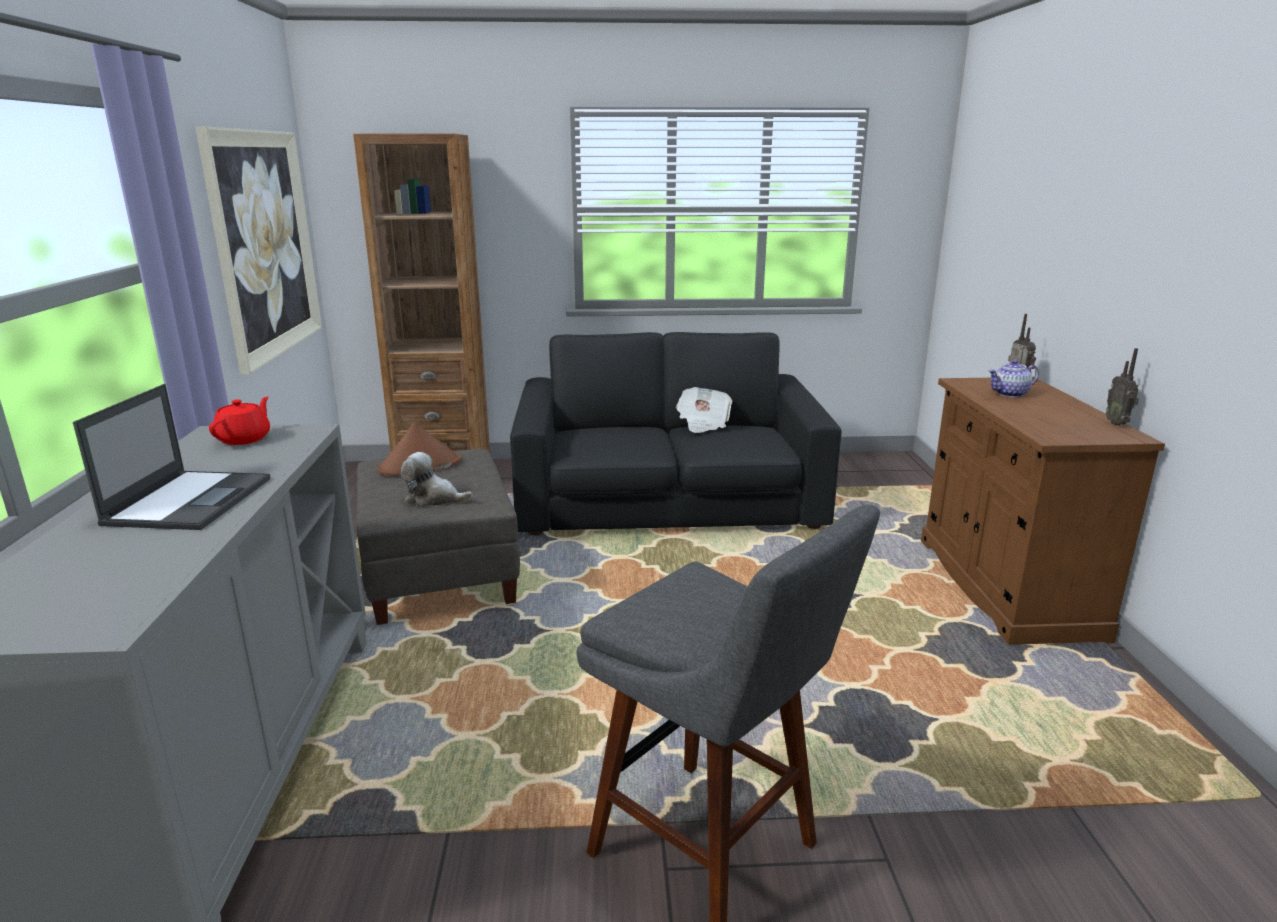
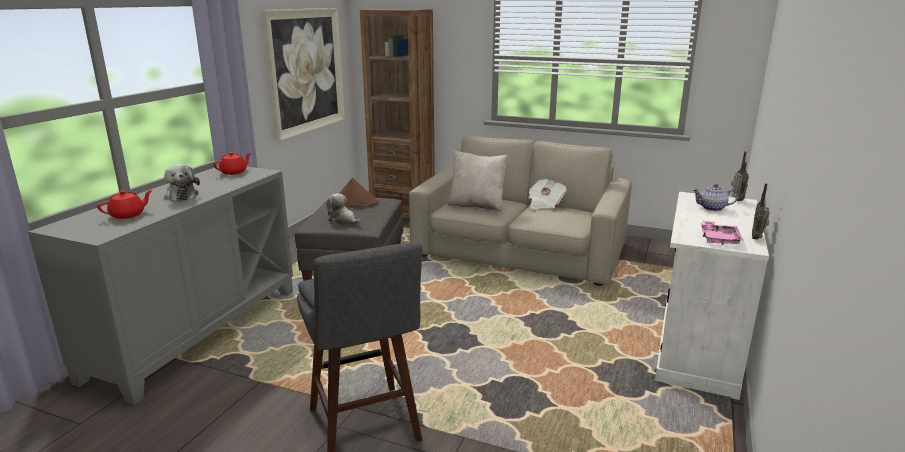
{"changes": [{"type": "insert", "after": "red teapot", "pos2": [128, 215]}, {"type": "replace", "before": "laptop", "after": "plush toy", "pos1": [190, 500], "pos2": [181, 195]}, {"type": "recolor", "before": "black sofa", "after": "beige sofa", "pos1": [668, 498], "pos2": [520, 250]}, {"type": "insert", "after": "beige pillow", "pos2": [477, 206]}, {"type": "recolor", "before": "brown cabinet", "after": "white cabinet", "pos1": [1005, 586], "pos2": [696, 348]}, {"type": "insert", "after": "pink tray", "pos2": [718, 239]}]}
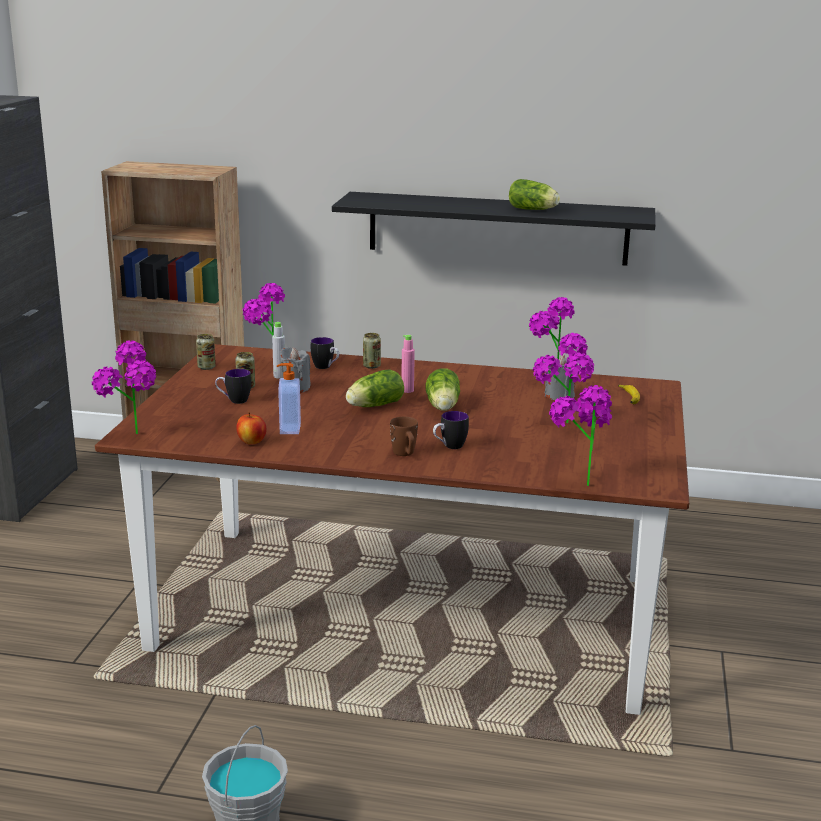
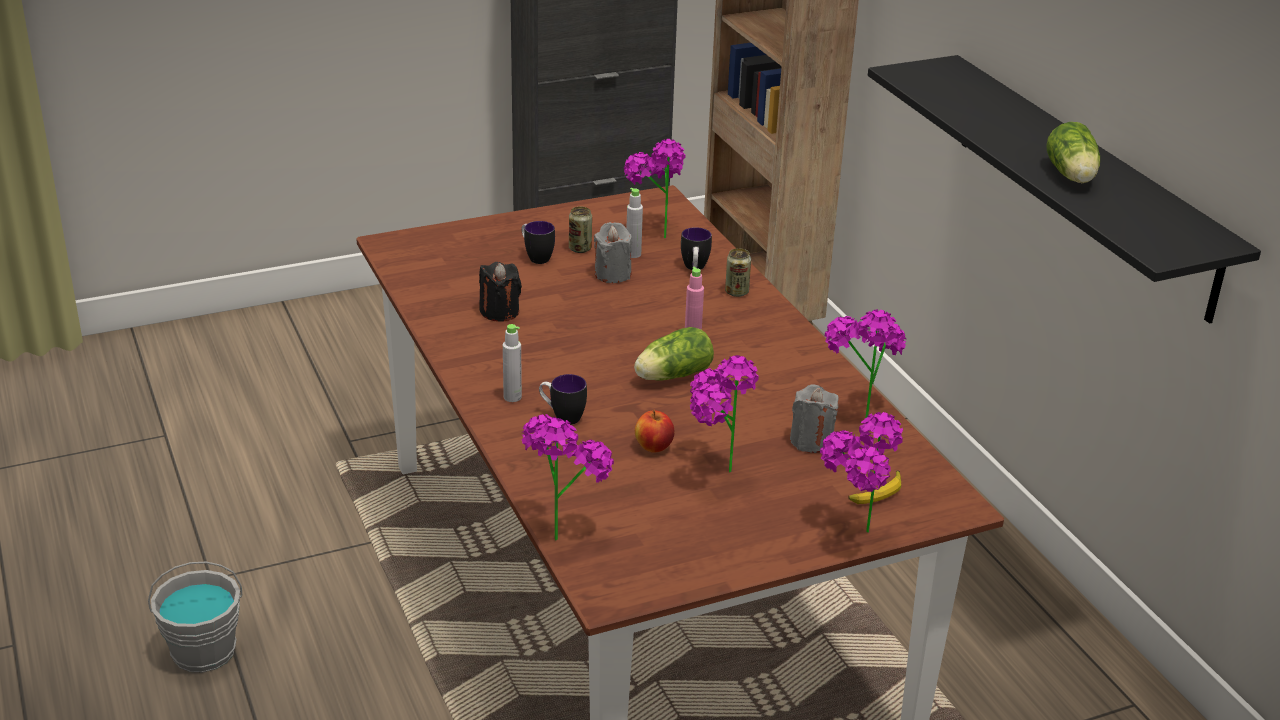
{"changes": [{"type": "replace", "before": "soap dispenser", "after": "black candle", "pos1": [289, 429], "pos2": [499, 312]}, {"type": "replace", "before": "brown mug", "after": "grey bottle", "pos1": [405, 454], "pos2": [512, 397]}, {"type": "move", "before": "apple", "pos1": [252, 442], "pos2": [653, 447]}, {"type": "move", "before": "potted plant", "pos1": [132, 438], "pos2": [853, 536]}, {"type": "delete", "before": "can", "pos1": [206, 367]}, {"type": "delete", "before": "lettuce", "pos1": [373, 406]}]}
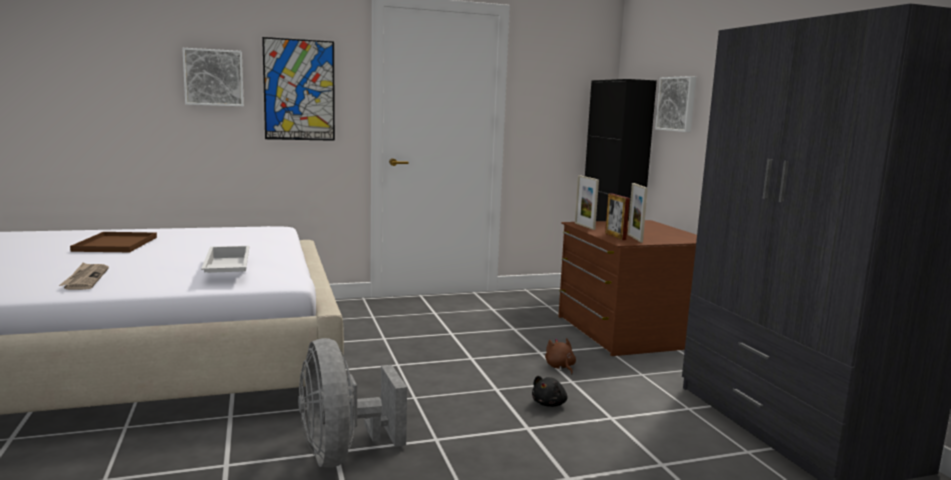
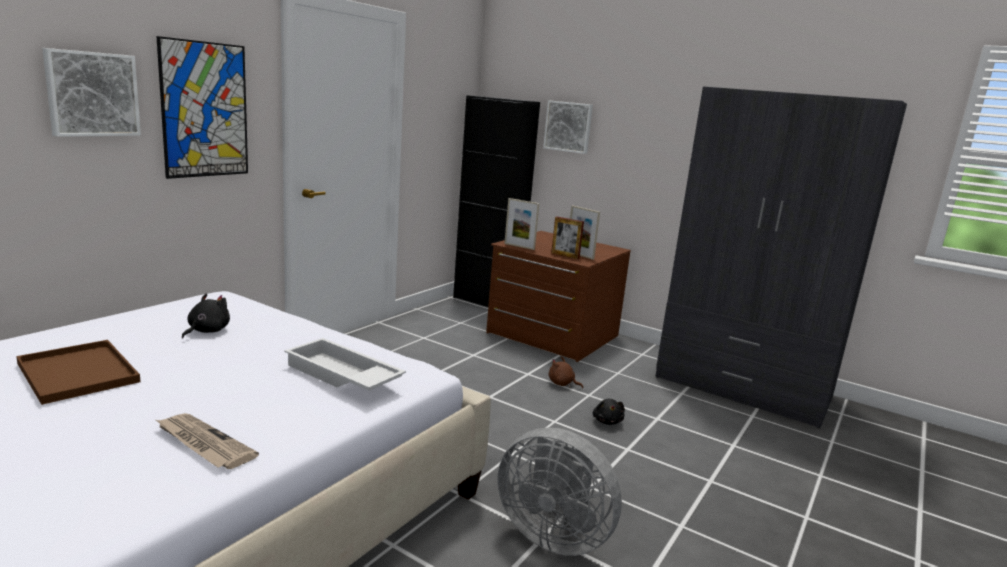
{"changes": [{"type": "insert", "after": "black plush toy", "pos2": [206, 331]}]}
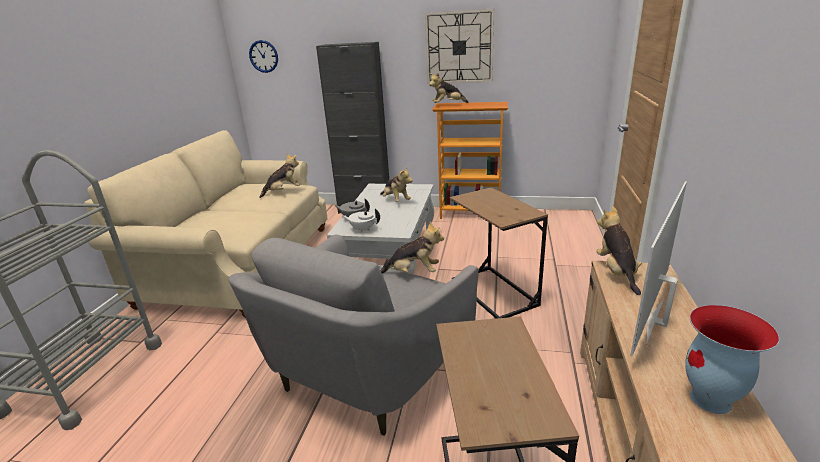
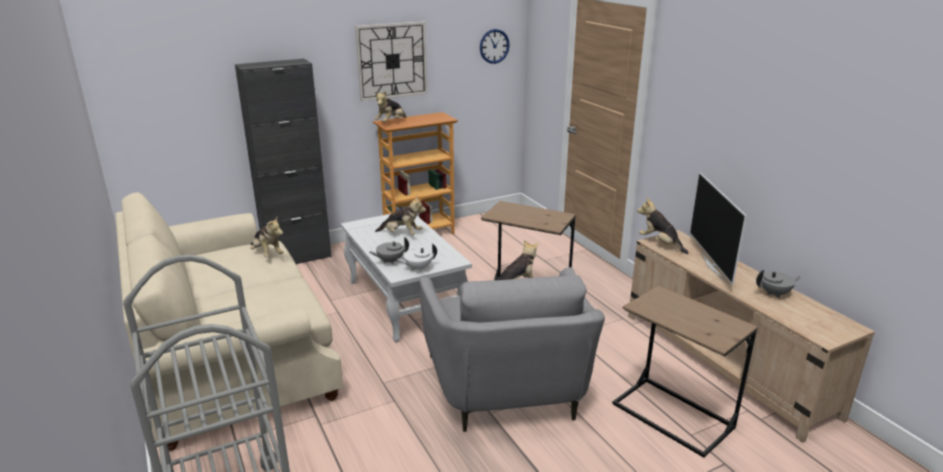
{"changes": [{"type": "rotate", "before": "plush toy", "pos1": [283, 191], "pos2": [267, 254], "turn": 120}, {"type": "move", "before": "wall clock", "pos1": [263, 56], "pos2": [494, 46]}, {"type": "replace", "before": "vase", "after": "grey teapot", "pos1": [711, 400], "pos2": [774, 294]}]}
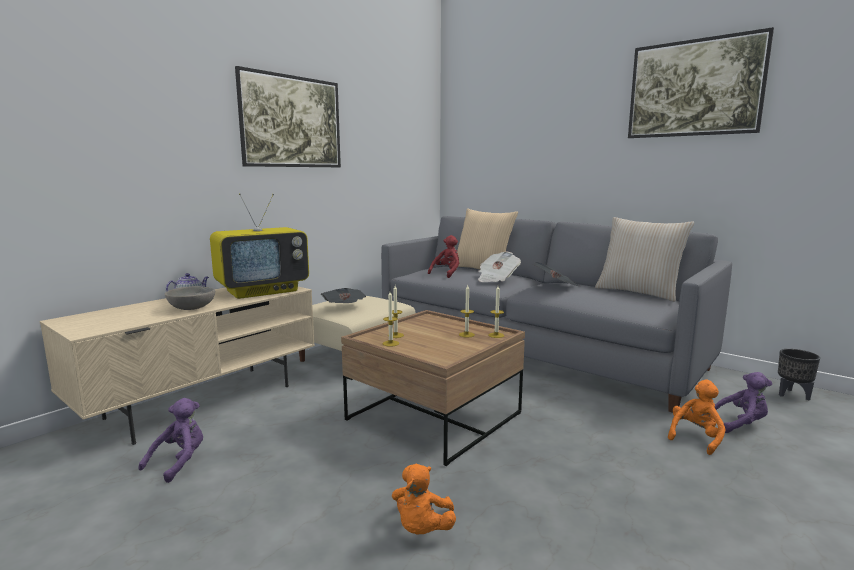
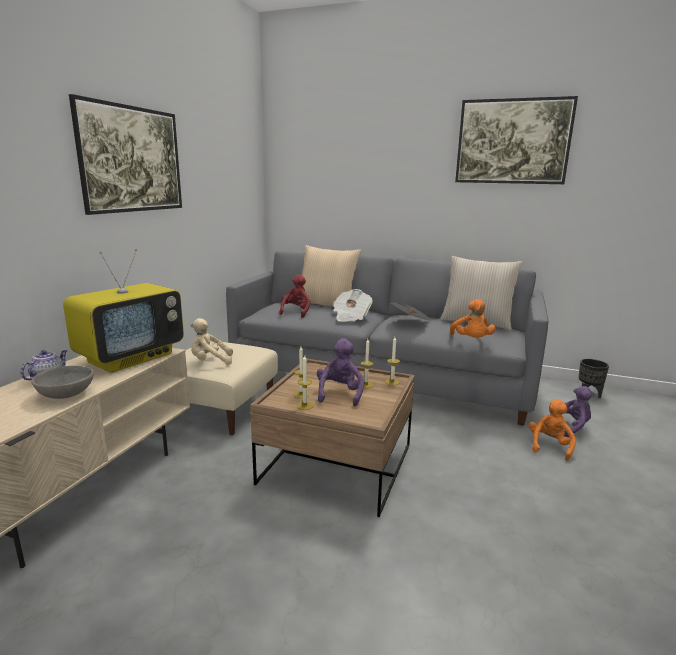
{"changes": [{"type": "replace", "before": "newspaper", "after": "beige plush toy", "pos1": [344, 308], "pos2": [210, 361]}, {"type": "move", "before": "purple plush toy", "pos1": [179, 462], "pos2": [339, 394]}, {"type": "move", "before": "orange plush toy", "pos1": [422, 529], "pos2": [471, 340]}]}
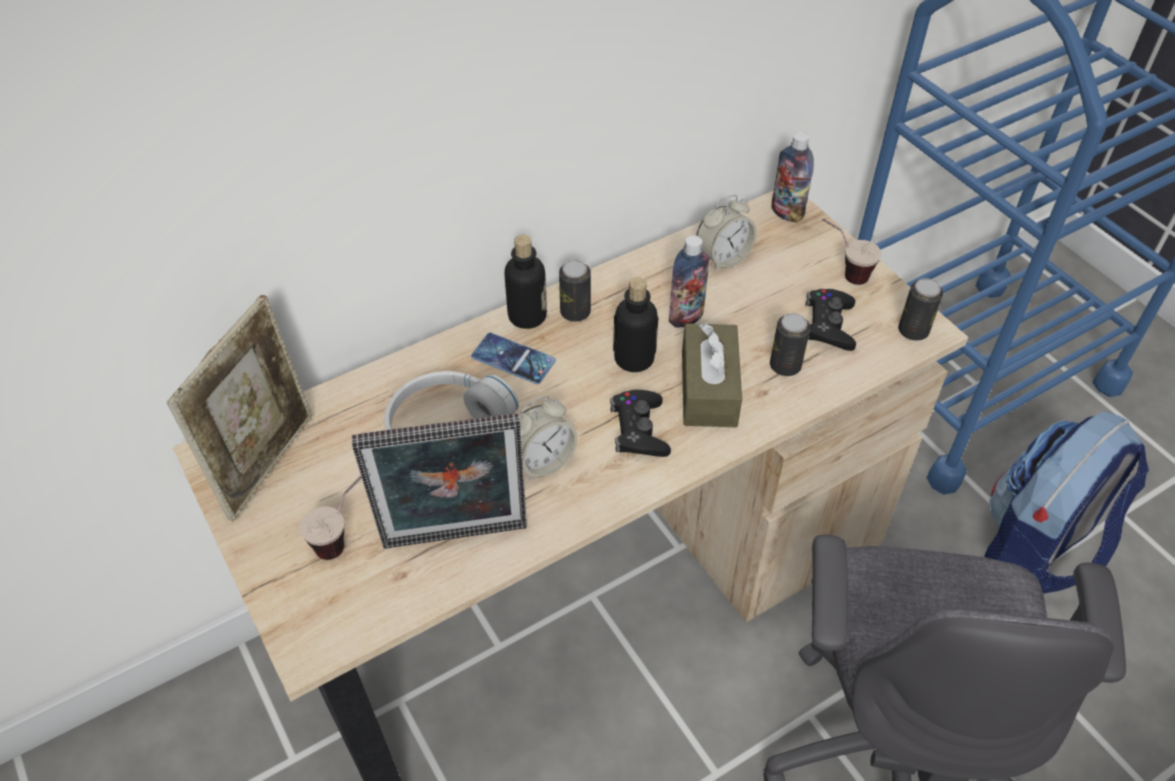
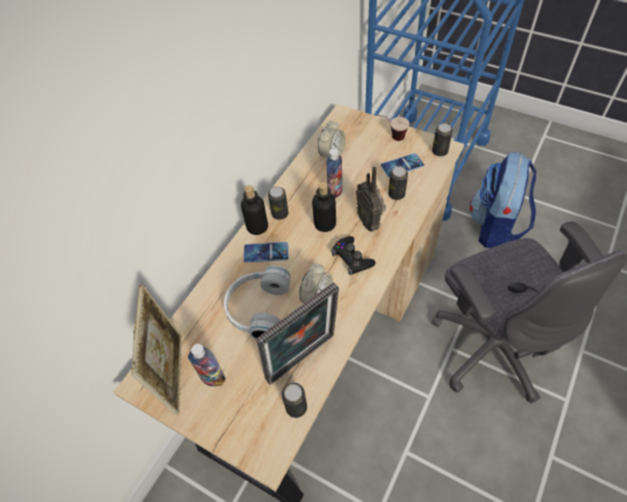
{"changes": [{"type": "move", "before": "bottle", "pos1": [787, 213], "pos2": [213, 378]}, {"type": "insert", "after": "can", "pos2": [296, 407]}, {"type": "replace", "before": "brown tissue box", "after": "radio", "pos1": [708, 388], "pos2": [370, 222]}, {"type": "replace", "before": "black game controller", "after": "phone", "pos1": [829, 325], "pos2": [402, 165]}, {"type": "delete", "before": "cup", "pos1": [344, 537]}]}
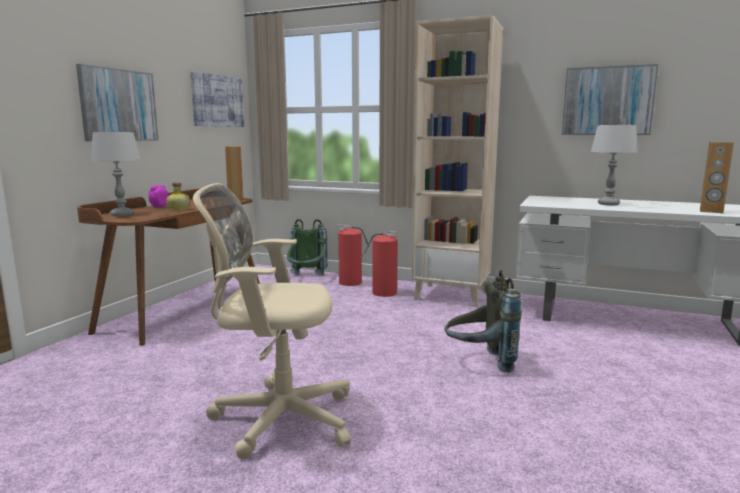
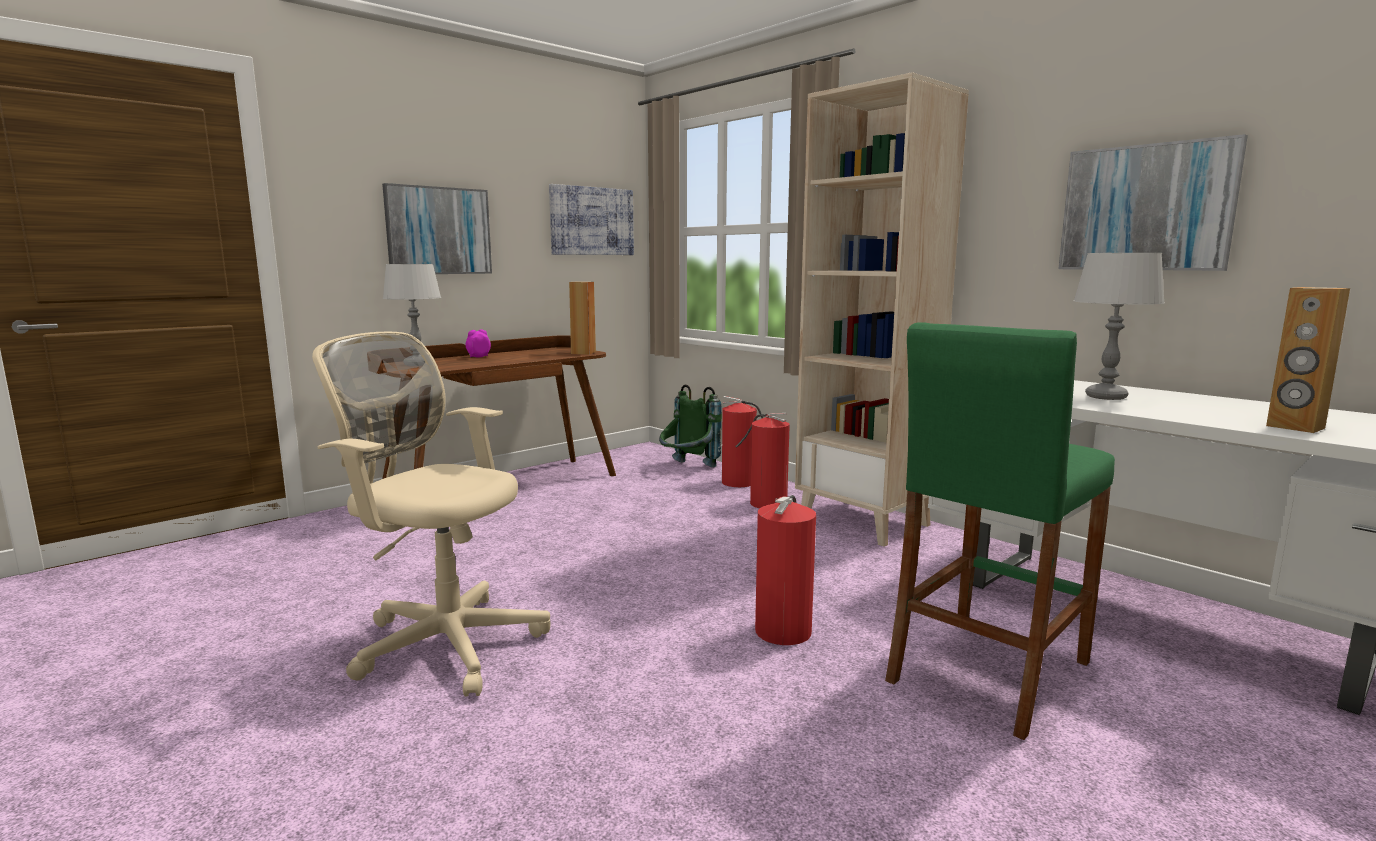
{"changes": [{"type": "replace", "before": "grey backpack", "after": "fire extinguisher", "pos1": [480, 362], "pos2": [784, 629]}, {"type": "insert", "after": "green stool", "pos2": [987, 671]}, {"type": "delete", "before": "bottle", "pos1": [178, 209]}]}
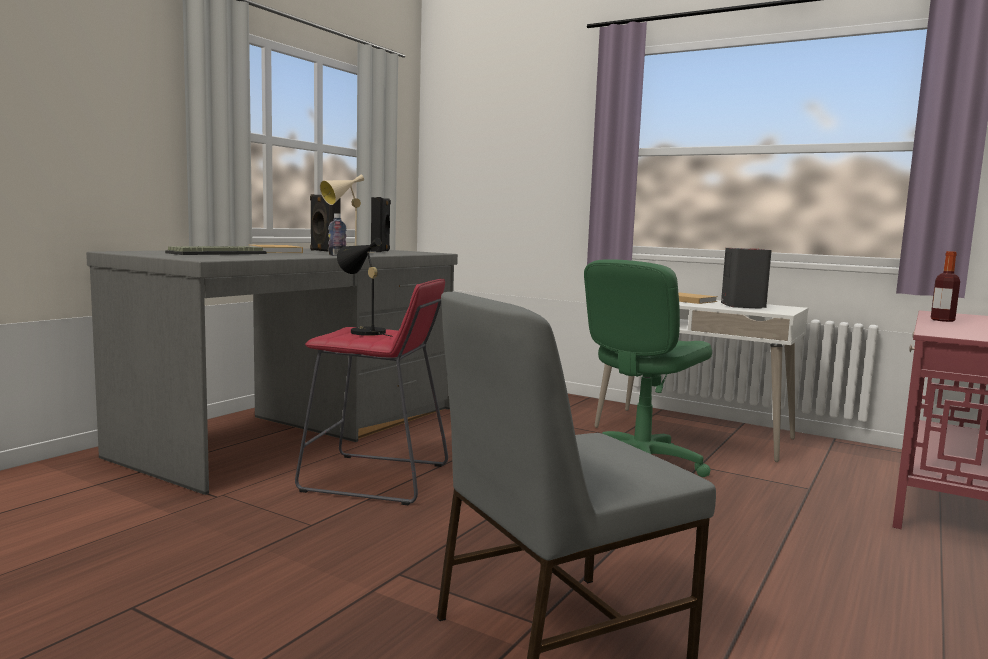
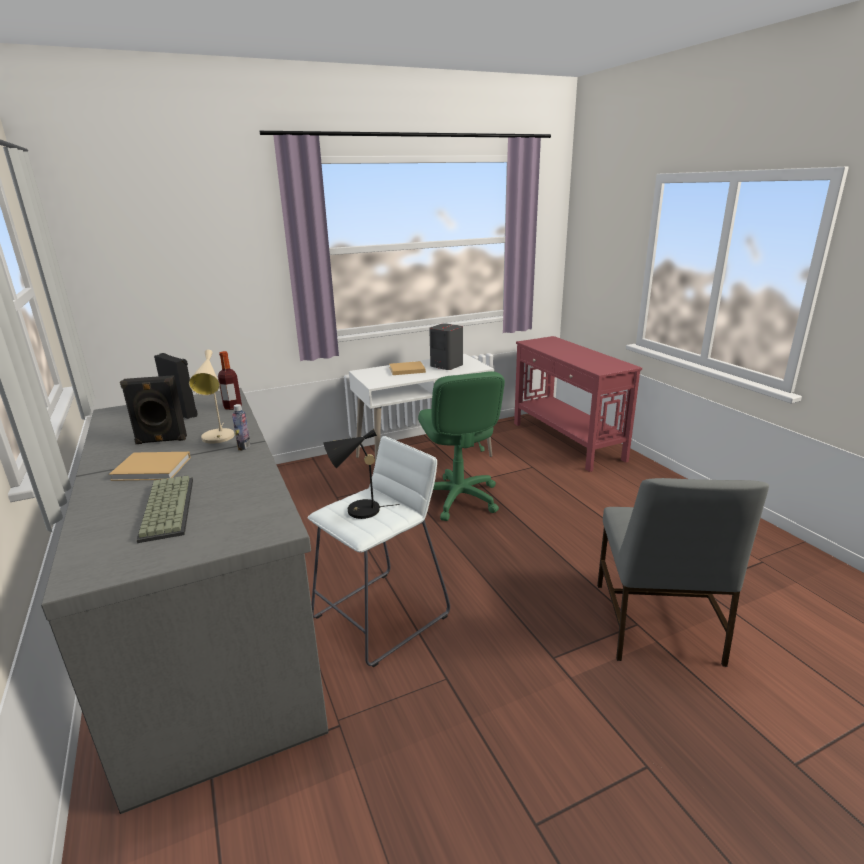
{"changes": [{"type": "move", "before": "bottle", "pos1": [942, 320], "pos2": [232, 407]}, {"type": "recolor", "before": "red stool", "after": "white stool", "pos1": [376, 478], "pos2": [381, 616]}]}
